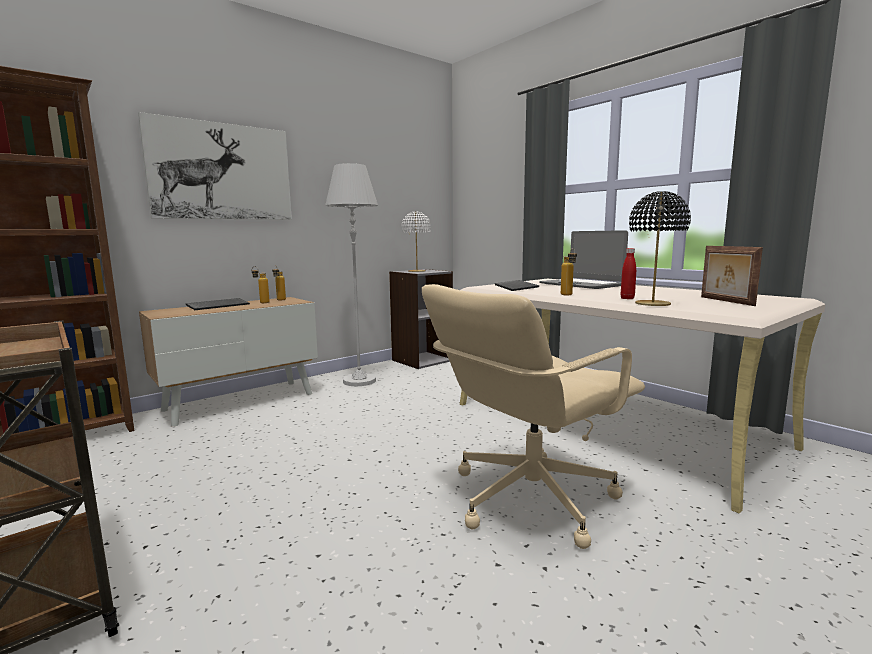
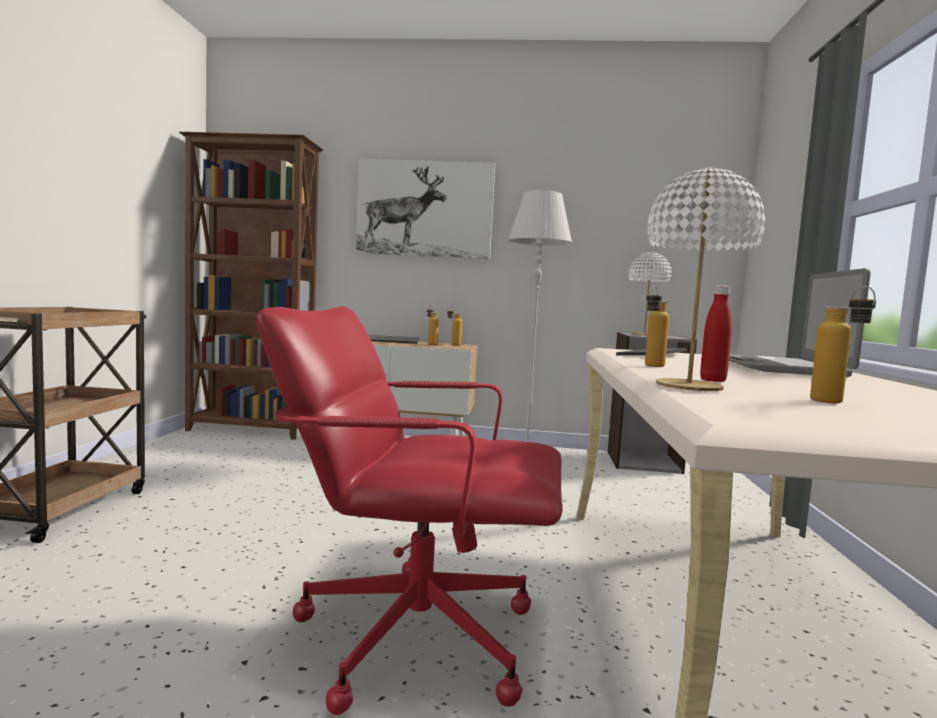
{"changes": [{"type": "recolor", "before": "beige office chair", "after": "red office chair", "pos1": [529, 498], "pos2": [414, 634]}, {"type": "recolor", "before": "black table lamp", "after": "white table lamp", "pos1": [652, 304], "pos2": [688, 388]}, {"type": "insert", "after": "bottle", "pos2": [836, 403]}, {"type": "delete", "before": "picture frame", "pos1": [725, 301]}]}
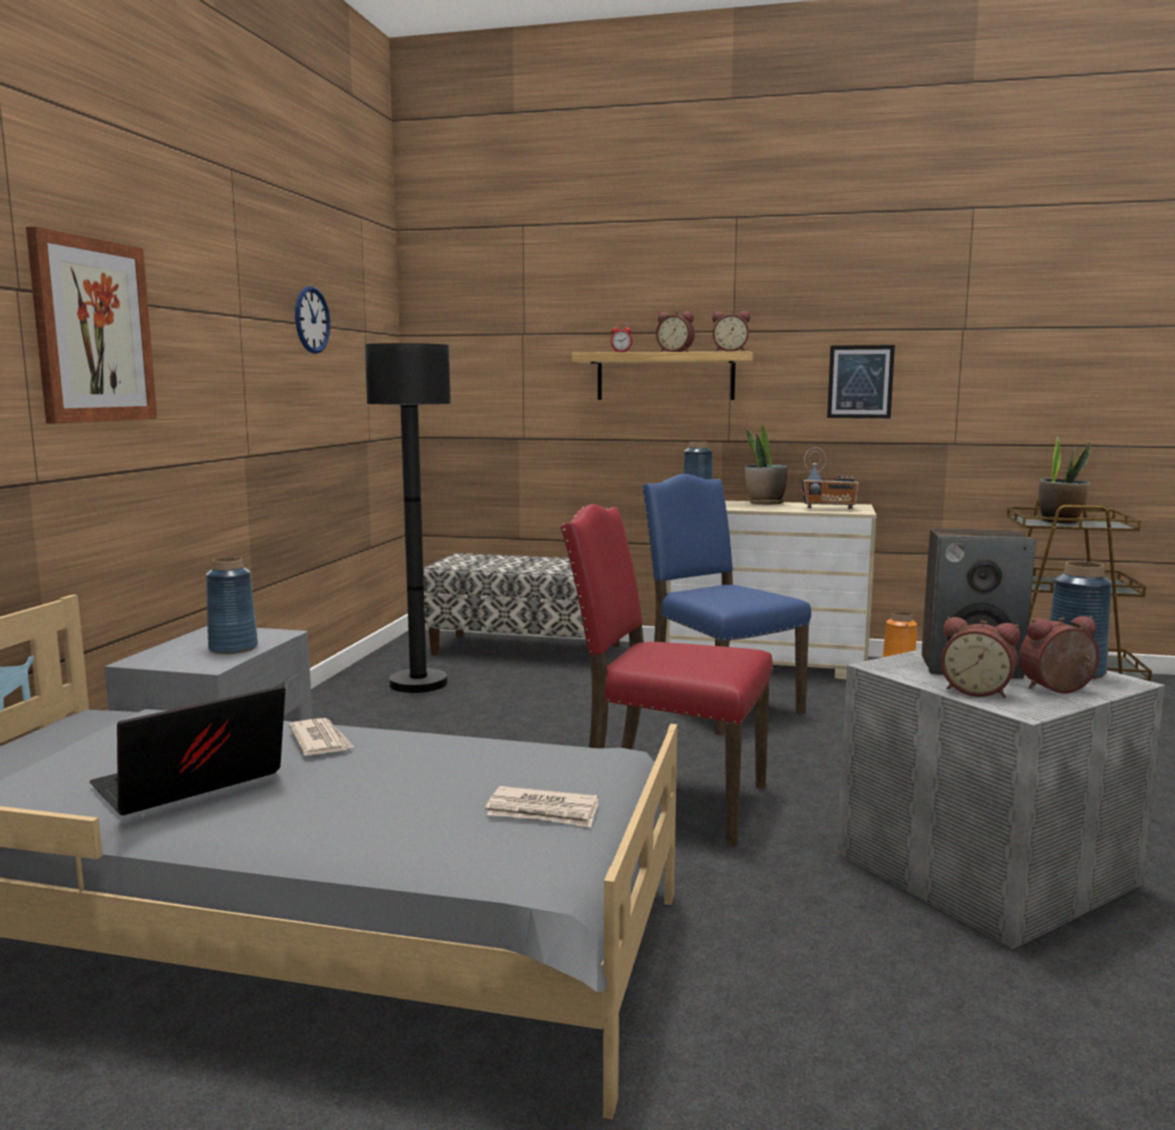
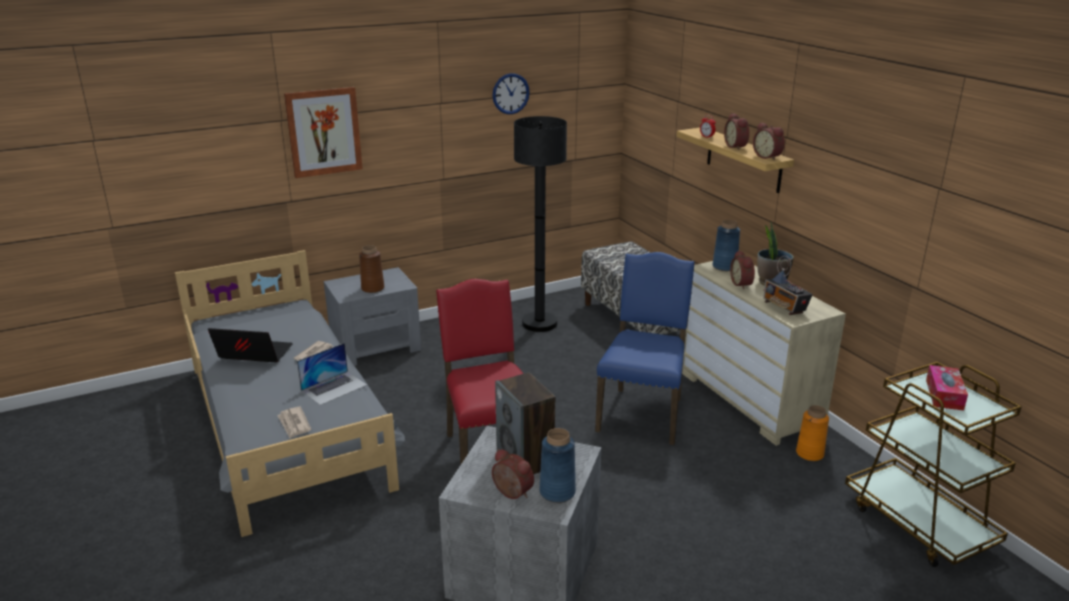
{"changes": [{"type": "insert", "after": "laptop", "pos2": [334, 387]}, {"type": "recolor", "before": "blue vase", "after": "brown vase", "pos1": [233, 648], "pos2": [373, 288]}, {"type": "move", "before": "alarm clock", "pos1": [977, 691], "pos2": [742, 284]}, {"type": "replace", "before": "potted plant", "after": "tissue box", "pos1": [1060, 521], "pos2": [944, 394]}, {"type": "delete", "before": "picture", "pos1": [860, 381]}]}
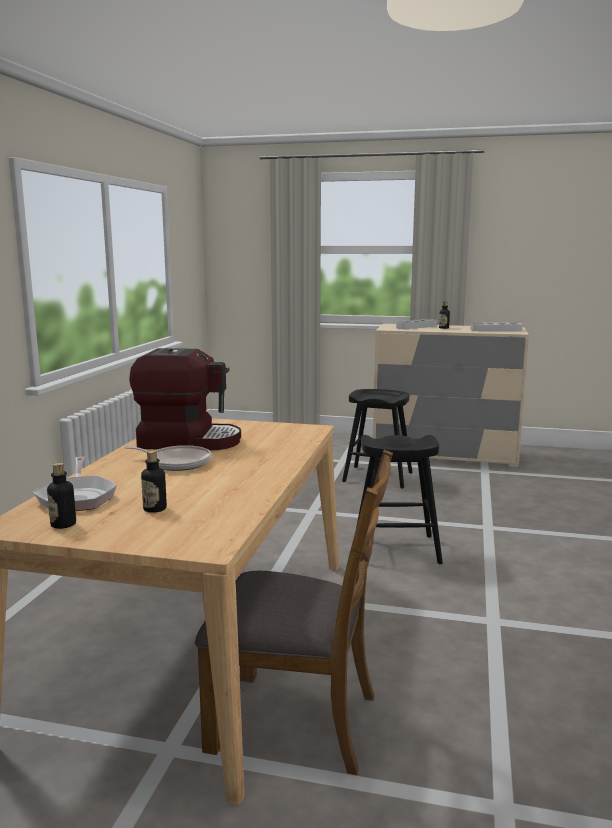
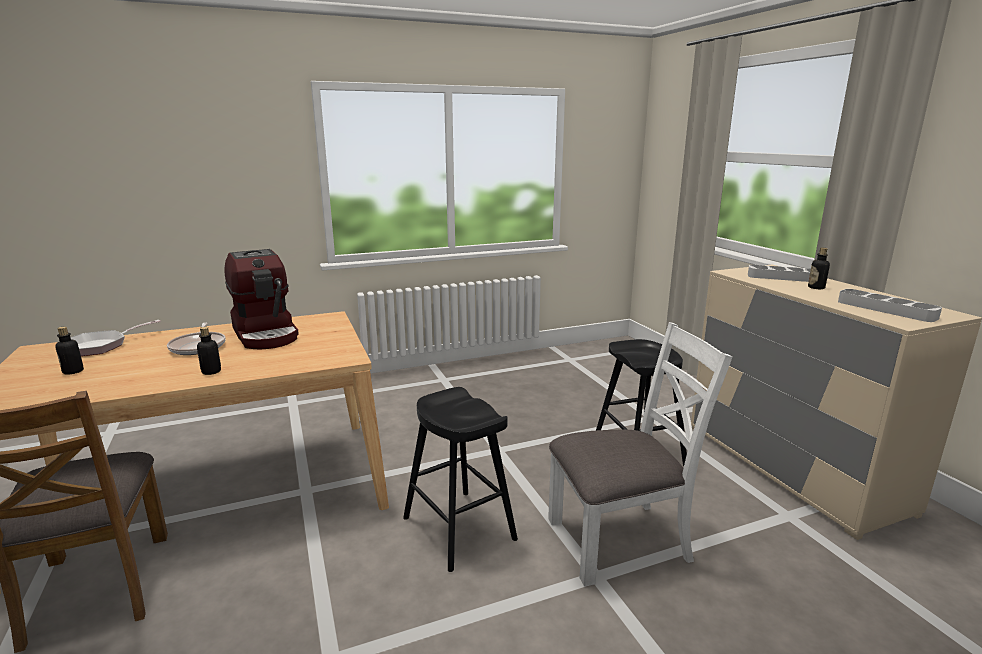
{"changes": [{"type": "move", "before": "bottle", "pos1": [63, 524], "pos2": [211, 371]}, {"type": "insert", "after": "white chair", "pos2": [620, 540]}]}
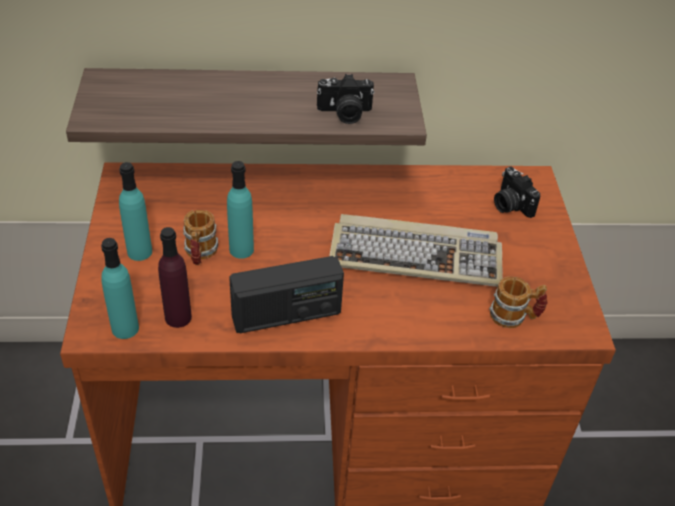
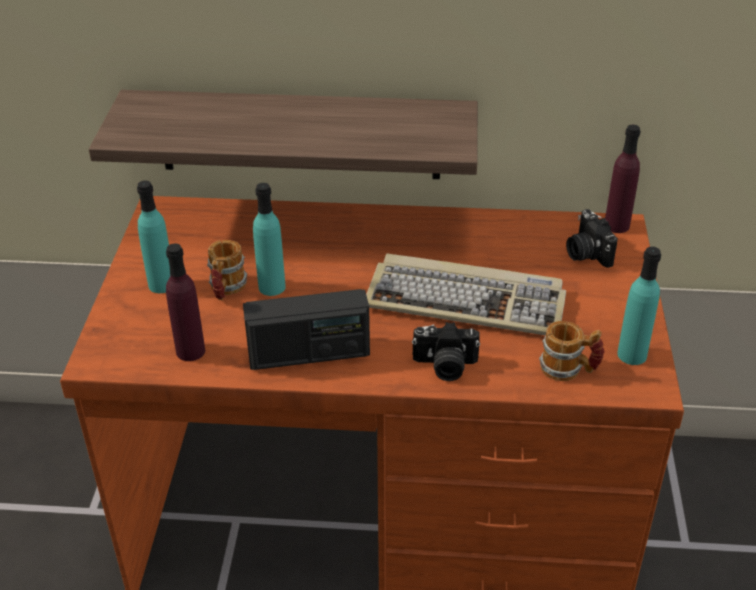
{"changes": [{"type": "move", "before": "photo camera", "pos1": [344, 113], "pos2": [445, 366]}, {"type": "insert", "after": "purple bottle", "pos2": [616, 225]}, {"type": "move", "before": "turquoise bottle", "pos1": [125, 328], "pos2": [632, 355]}]}
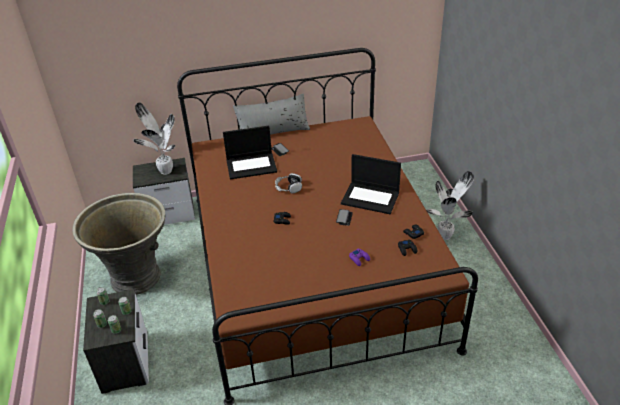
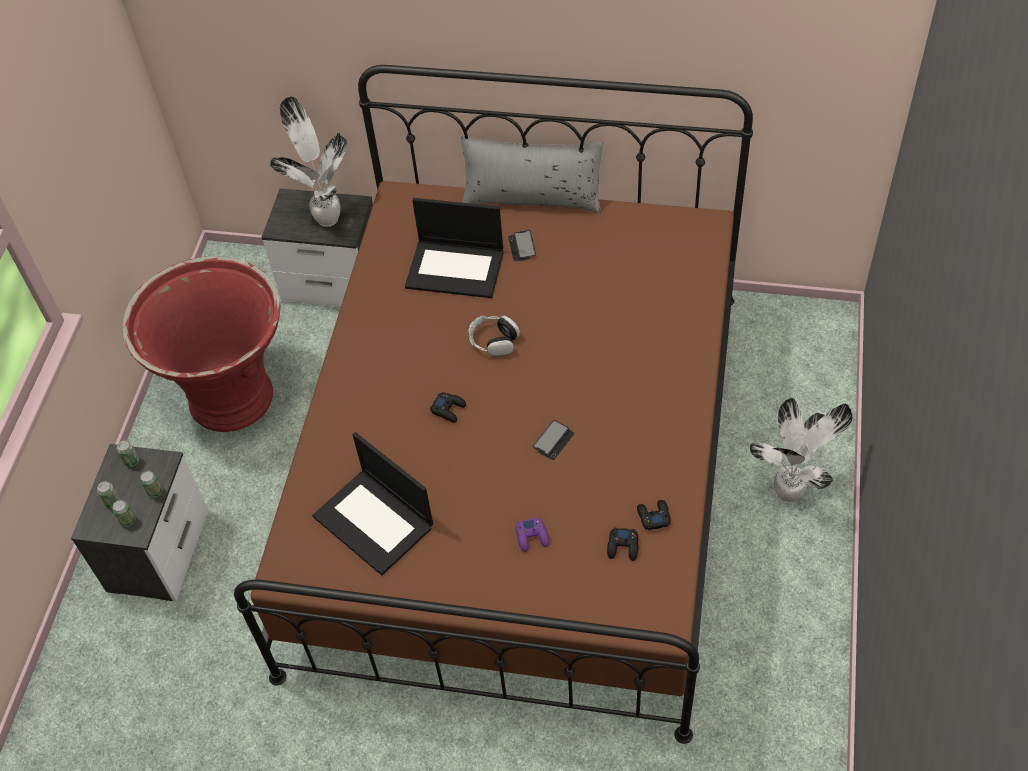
{"changes": [{"type": "recolor", "before": "grey planter", "after": "red planter", "pos1": [136, 277], "pos2": [233, 396]}, {"type": "move", "before": "laptop", "pos1": [371, 198], "pos2": [375, 521]}]}
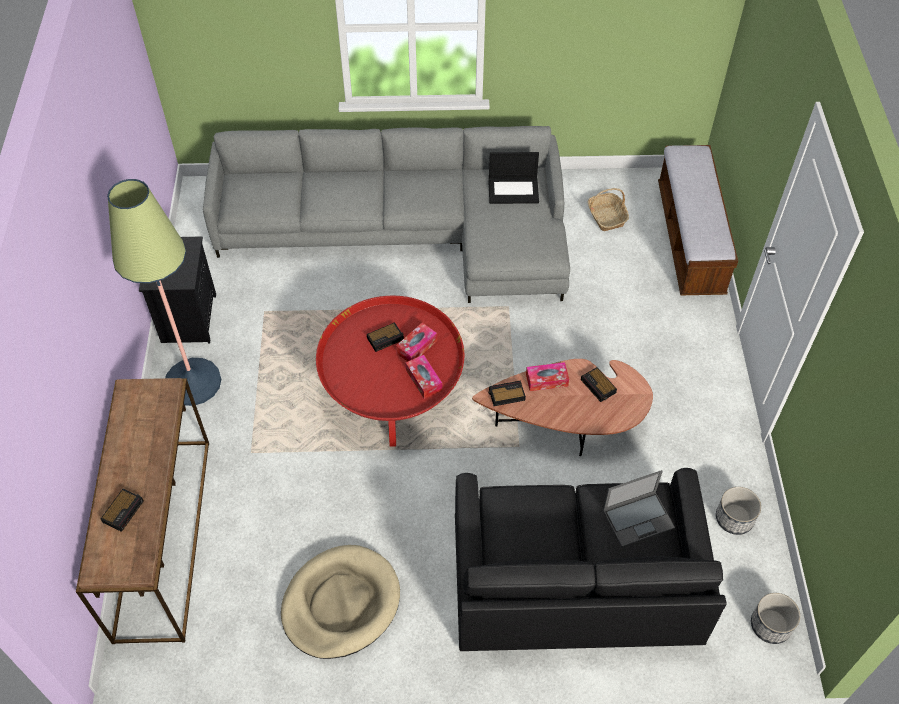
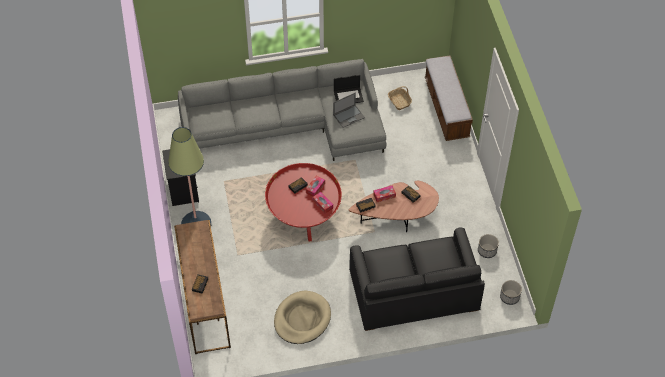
{"changes": [{"type": "move", "before": "laptop", "pos1": [639, 518], "pos2": [349, 116]}]}
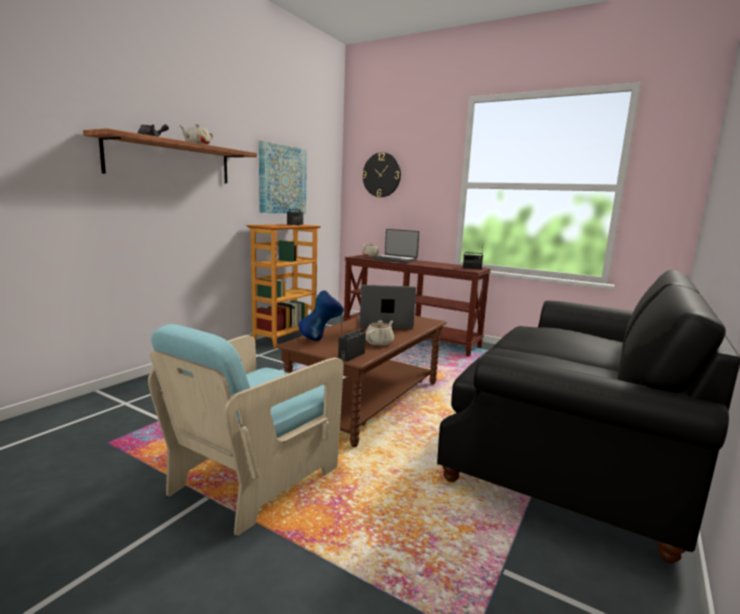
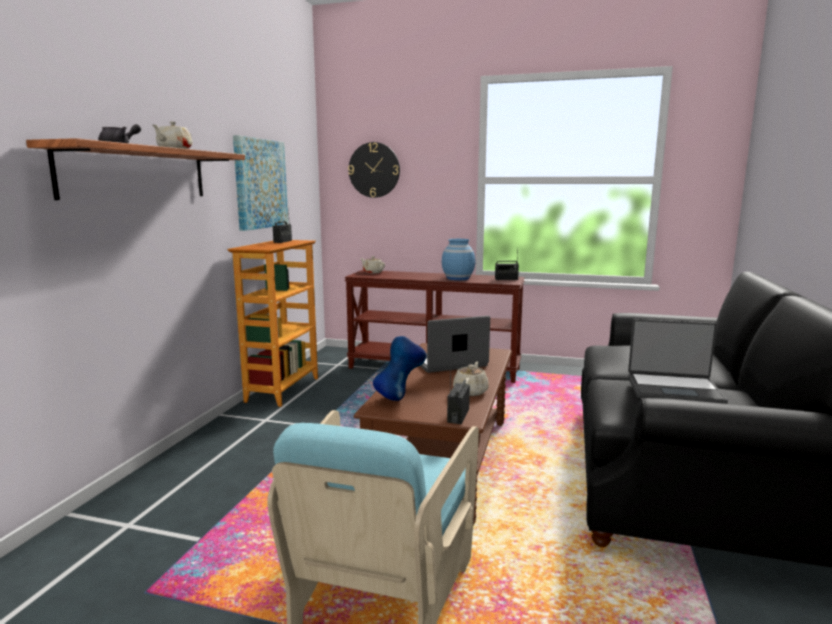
{"changes": [{"type": "insert", "after": "blue vase", "pos2": [458, 278]}, {"type": "move", "before": "laptop", "pos1": [395, 260], "pos2": [674, 389]}]}
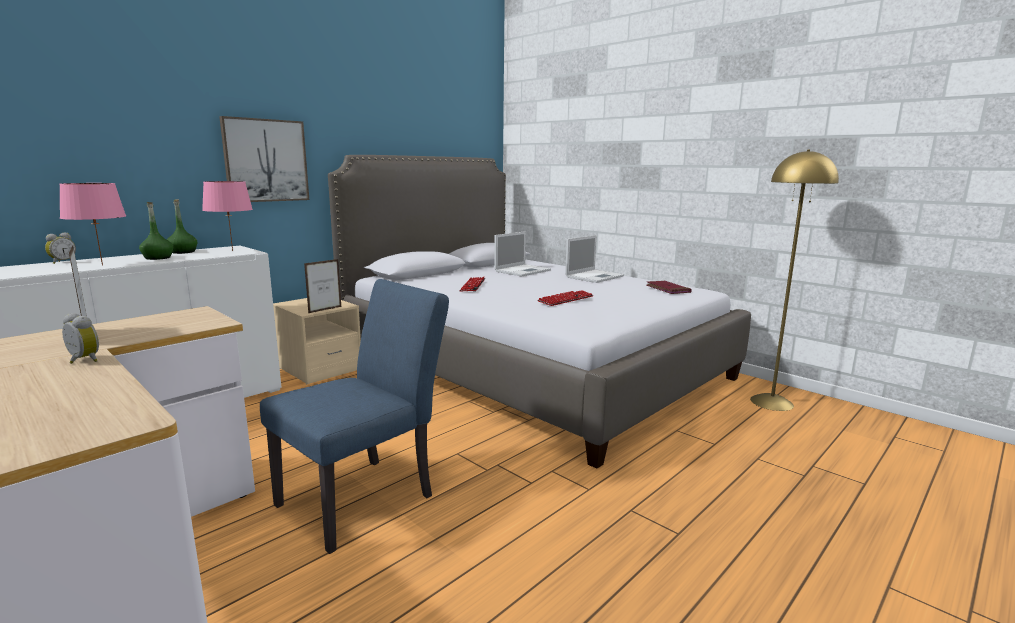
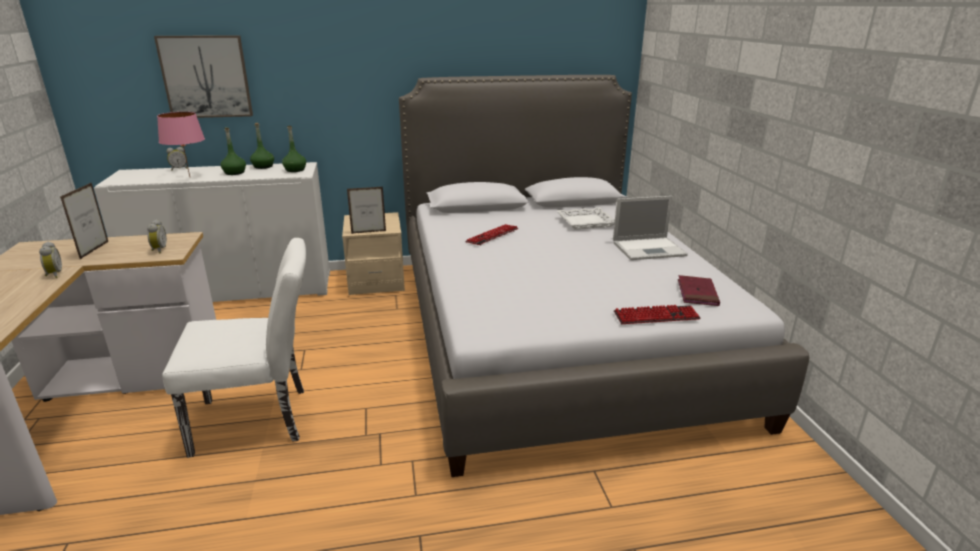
{"changes": [{"type": "insert", "after": "alarm clock", "pos2": [158, 250]}, {"type": "move", "before": "picture", "pos1": [266, 160], "pos2": [206, 77]}, {"type": "recolor", "before": "blue chair", "after": "white chair", "pos1": [366, 496], "pos2": [261, 420]}, {"type": "replace", "before": "pink table lamp", "after": "green bottle", "pos1": [232, 250], "pos2": [295, 170]}, {"type": "replace", "before": "laptop", "after": "white tray", "pos1": [523, 270], "pos2": [586, 222]}, {"type": "move", "before": "keyboard", "pos1": [566, 299], "pos2": [656, 316]}, {"type": "delete", "before": "yellow floor lamp", "pos1": [772, 402]}]}
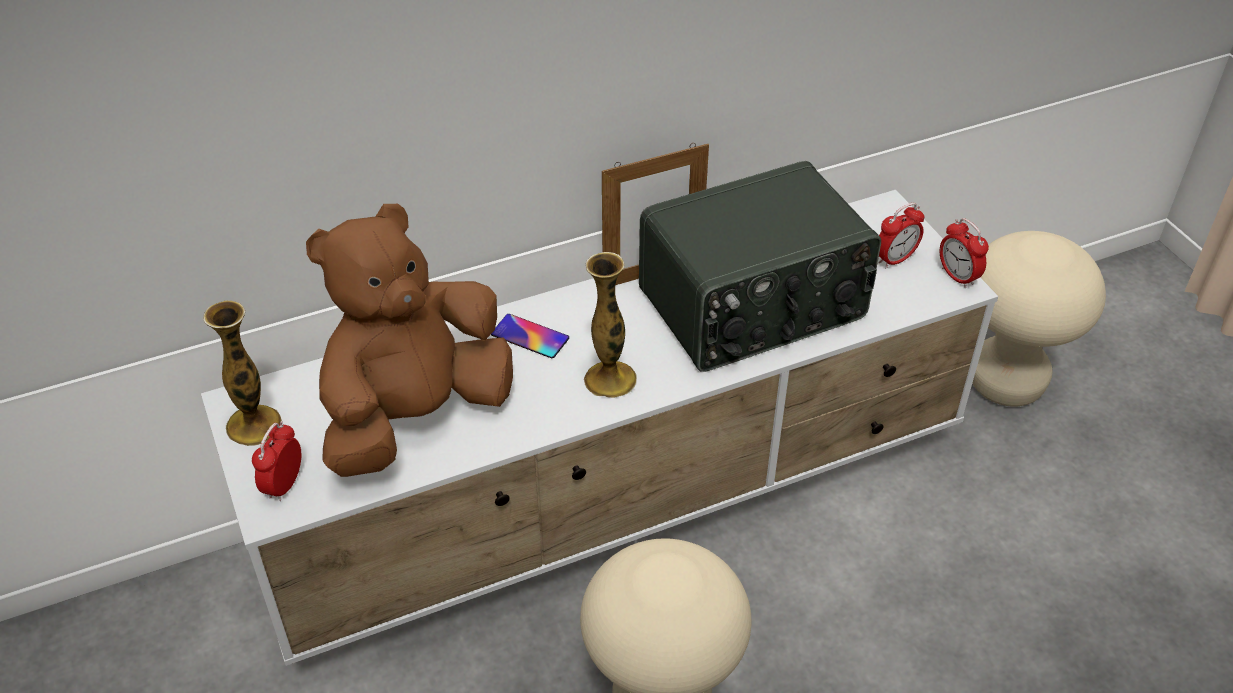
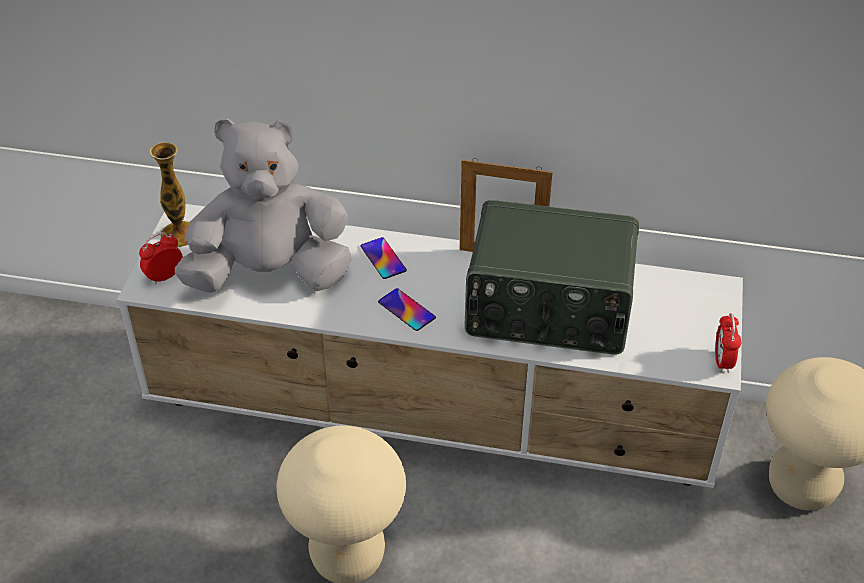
{"changes": [{"type": "recolor", "before": "brown plush toy", "after": "grey plush toy", "pos1": [415, 416], "pos2": [270, 274]}, {"type": "replace", "before": "vase", "after": "phone", "pos1": [610, 379], "pos2": [406, 310]}, {"type": "delete", "before": "alarm clock", "pos1": [895, 259]}]}
